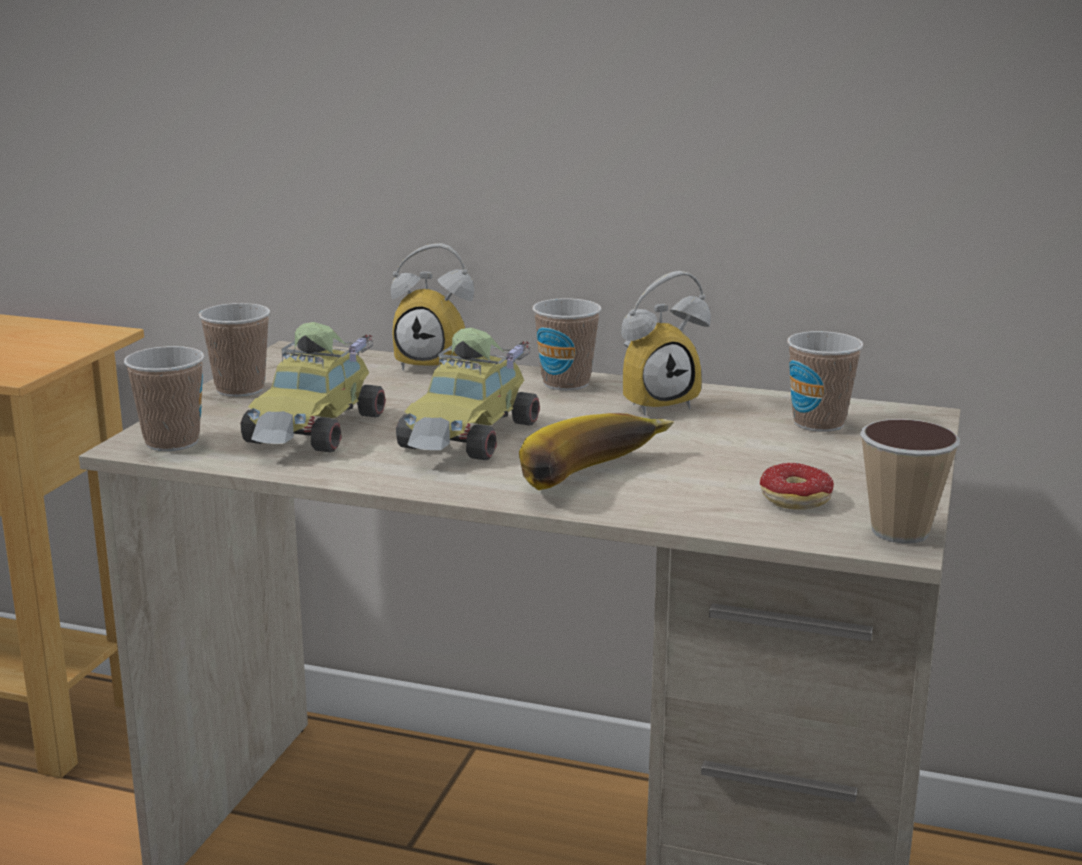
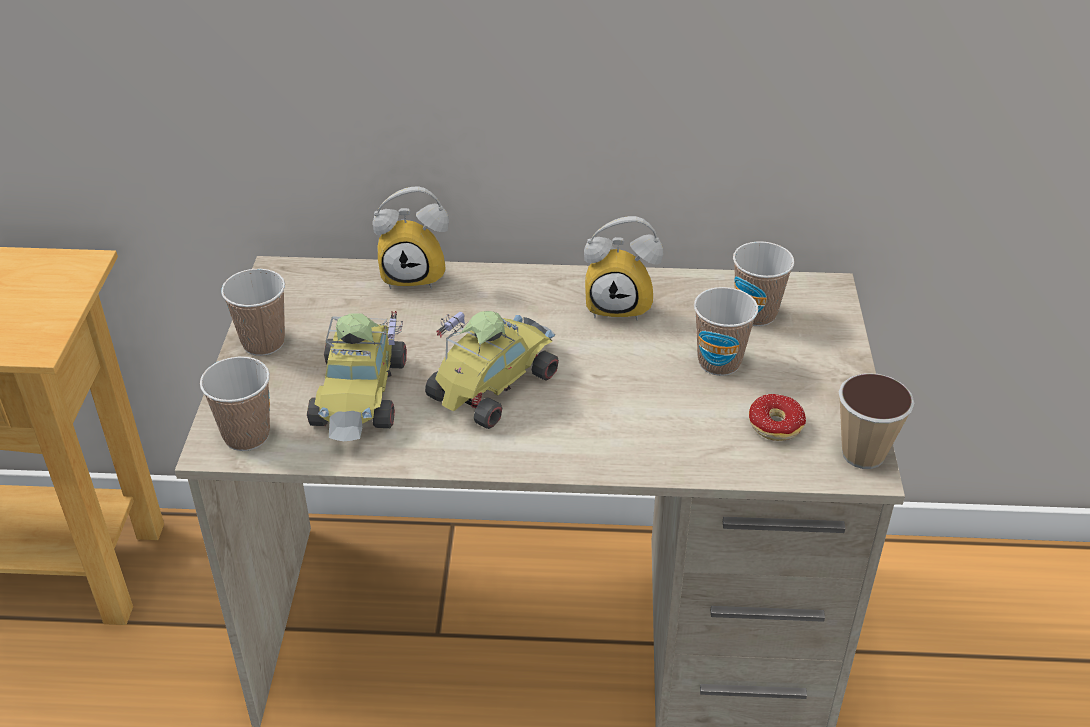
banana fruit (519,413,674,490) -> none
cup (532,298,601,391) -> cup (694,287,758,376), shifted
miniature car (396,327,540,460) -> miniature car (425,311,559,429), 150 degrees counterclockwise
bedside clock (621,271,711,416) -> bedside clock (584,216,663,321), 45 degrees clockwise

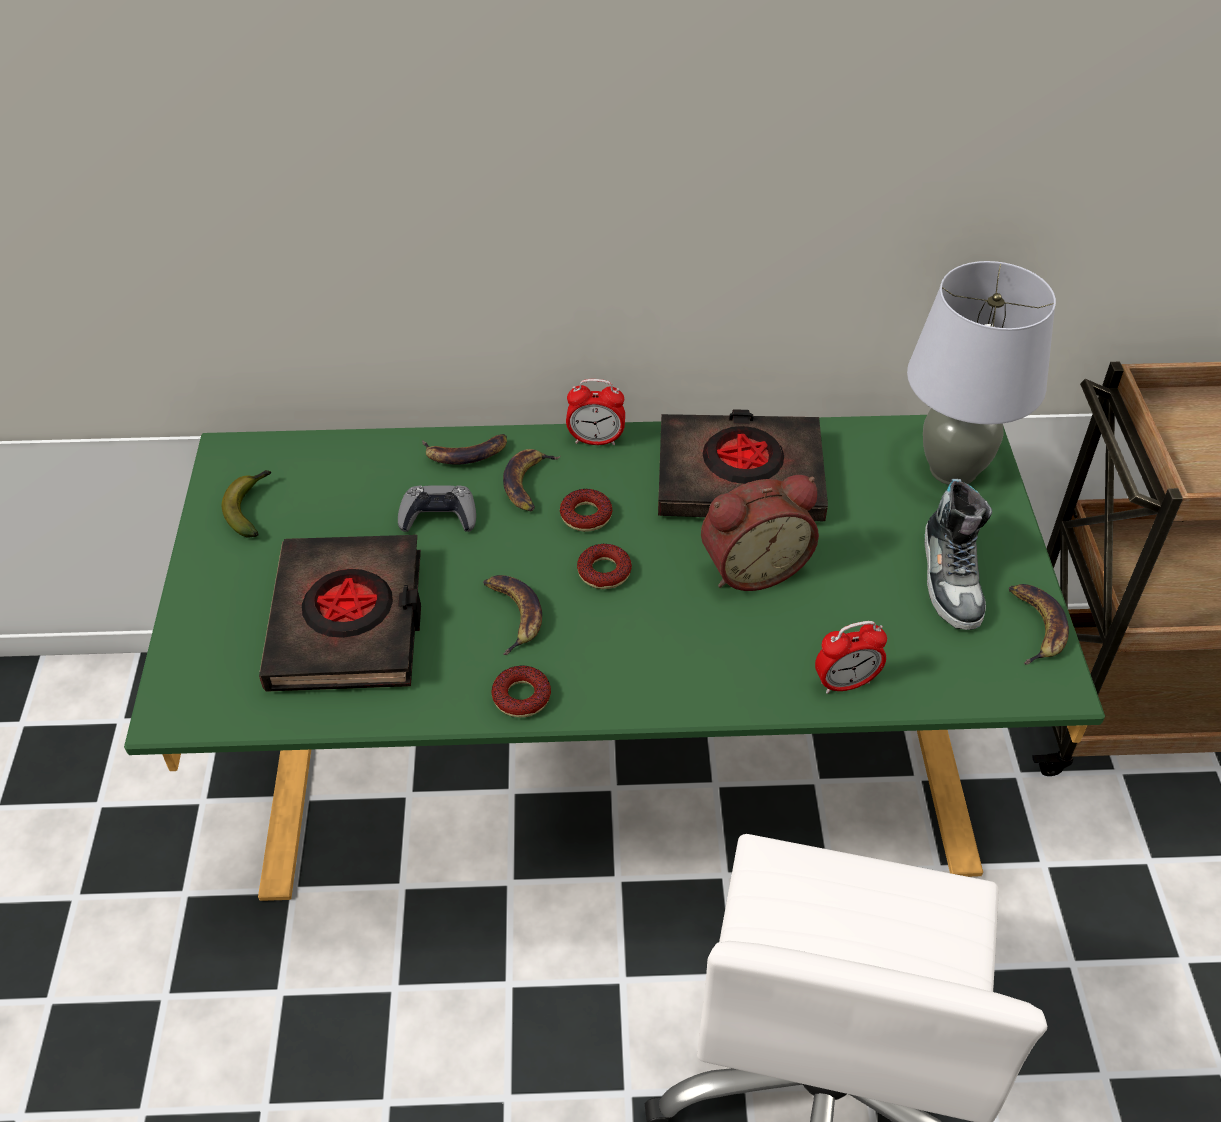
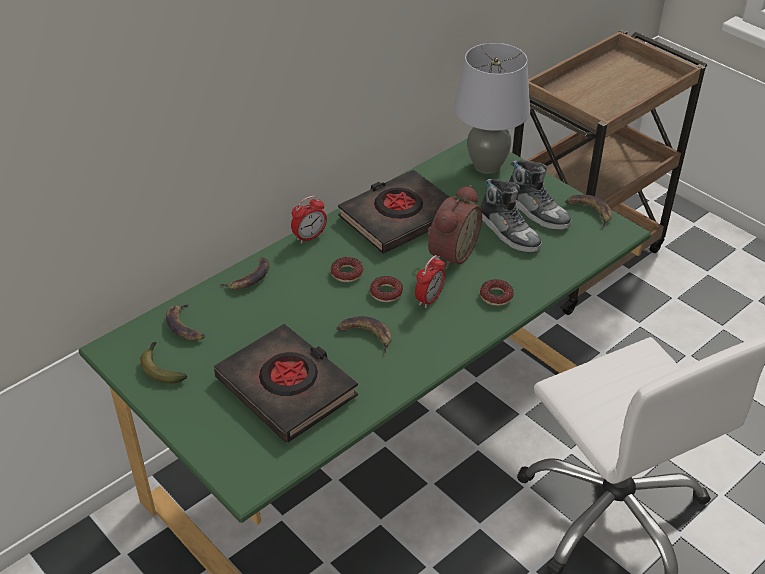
joypad (grey) (398,485,476,532) -> none
none -> item of footwear (480,179,542,253)
doughnut (491,665,551,718) -> doughnut (480,279,514,306), shifted
banana fruit (503,449,561,511) -> banana fruit (166,303,205,341), shifted
bedside clock (815,621,887,694) -> bedside clock (415,255,445,308), shifted

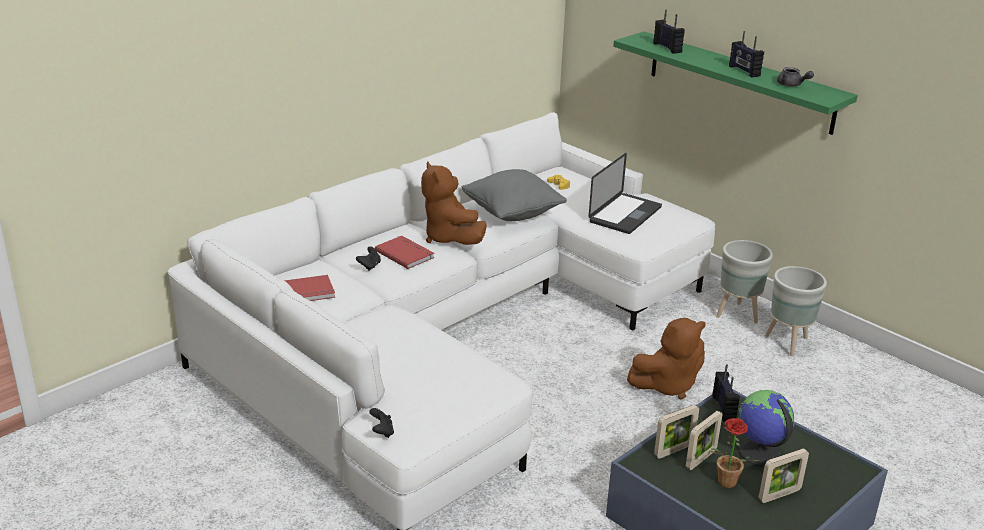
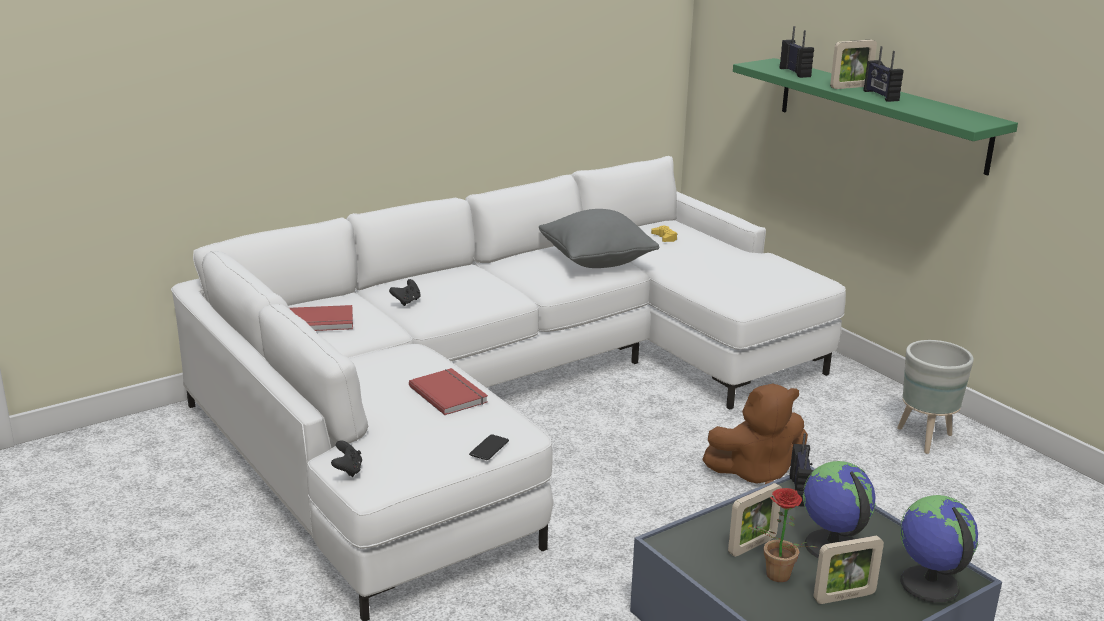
plush toy (brownish) (421,162,487,245) -> none
laptop (588,153,662,234) -> none
plant pot (grey) (716,240,773,324) -> none
pot for tea (grey) (777,67,814,87) -> none
none -> phone (469,435,509,460)
none -> world globe (900,495,979,603)
volume (red-coloured) (375,236,434,269) -> volume (red-coloured) (409,368,488,415), shifted
standing frame (654,405,699,459) -> standing frame (830,40,877,89), shifted

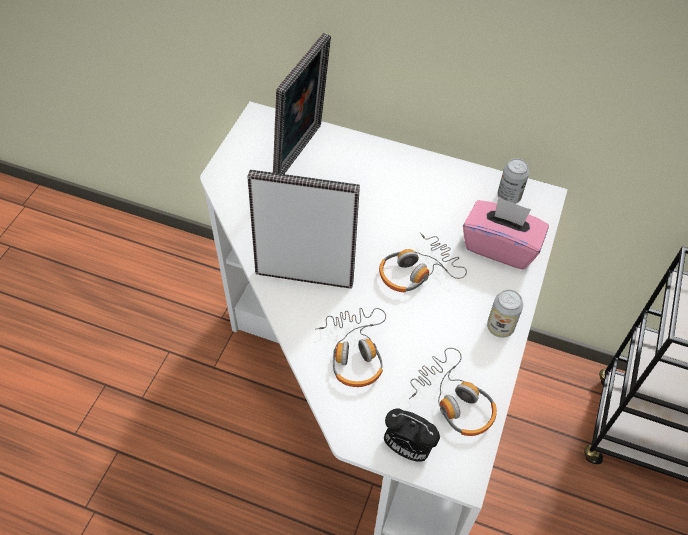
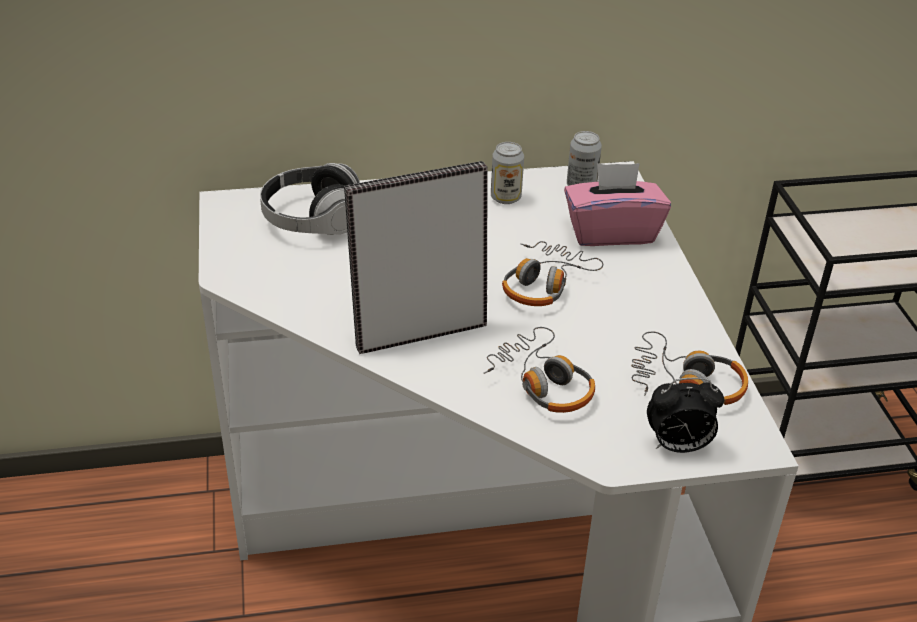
can (487,289,523,338) -> can (491,142,524,204), shifted
standing frame (273,33,331,174) -> pair of headphones (260,163,360,235)

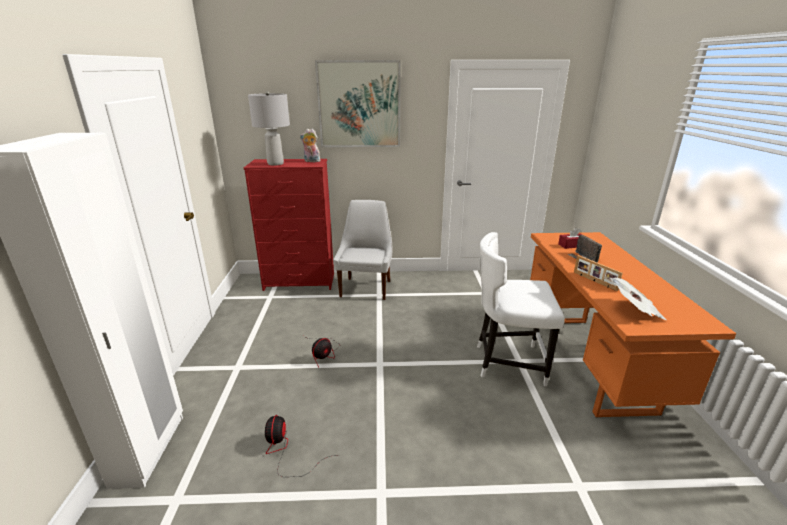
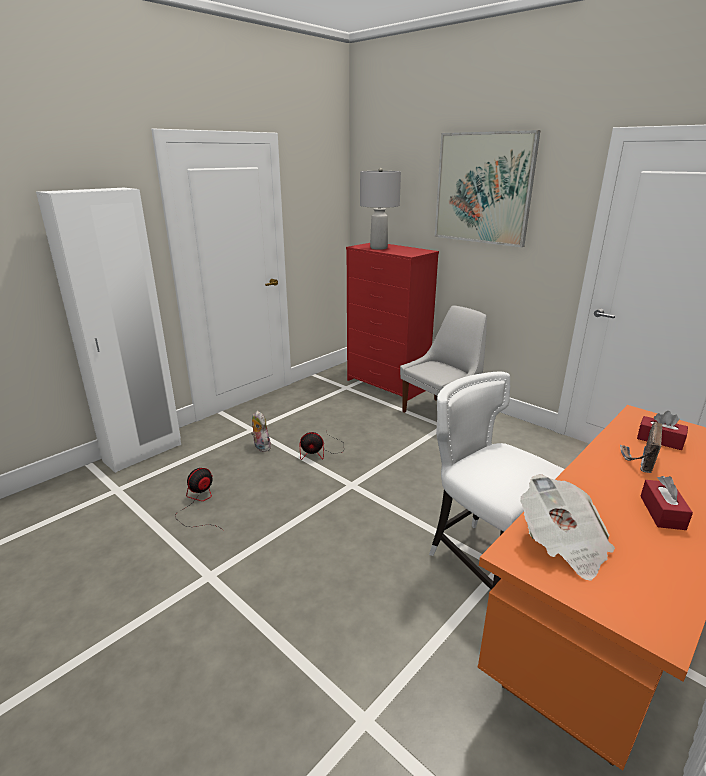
standing frame (574,255,623,291) -> none
none -> tissue holder (red-coloured) (640,476,693,530)
plush toy (300,129,321,163) -> plush toy (251,411,271,452), shifted

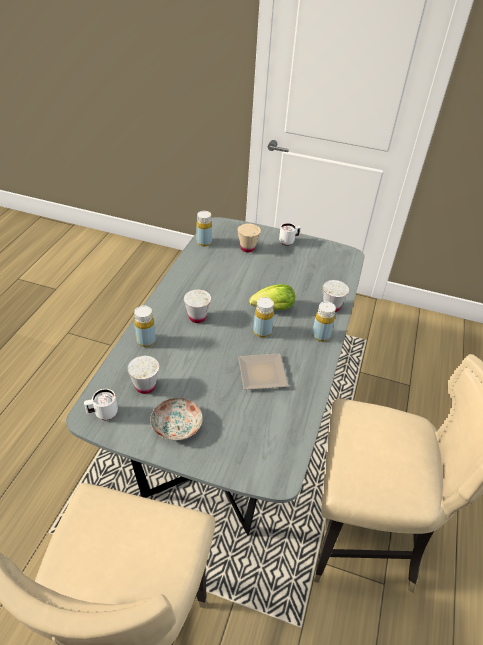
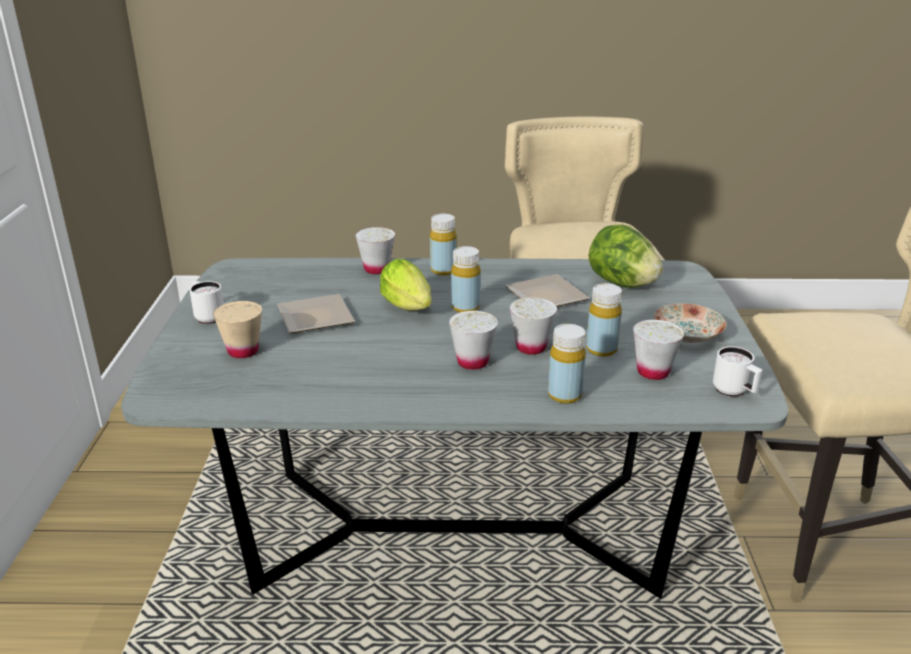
none -> dinner plate (277,294,355,333)
none -> cup (white-coloured) (510,298,557,355)
none -> lettuce head (589,225,663,288)
bottle (yellow) (196,211,212,246) -> bottle (yellow) (586,283,622,357), shifted

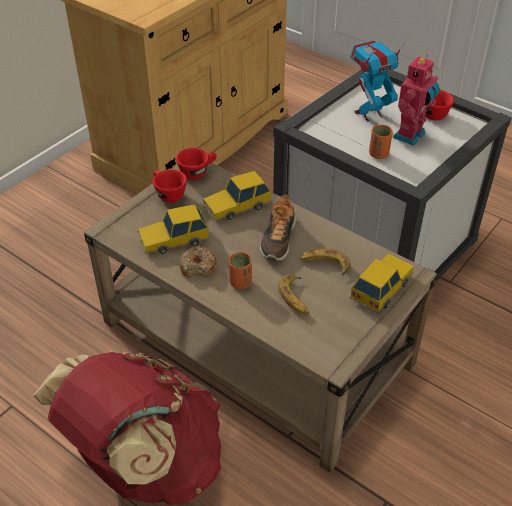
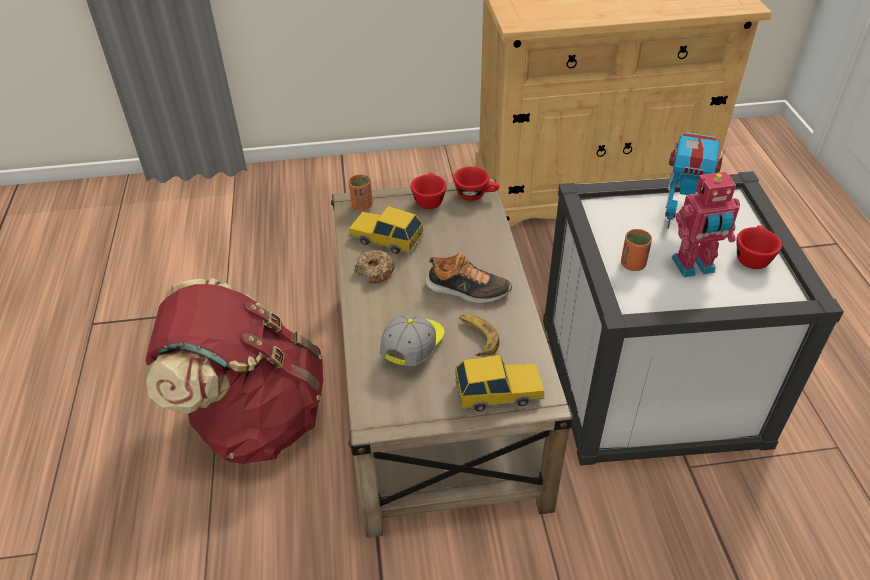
miniature car (203,171,272,221) -> none
cup (orange-coloured) (228,252,252,289) -> cup (orange-coloured) (349,174,373,210), shifted
banana fruit (278,275,309,315) -> peaked cap (380,314,445,366)
item of footwear (260,194,297,261) -> item of footwear (425,253,512,303), 135 degrees counterclockwise

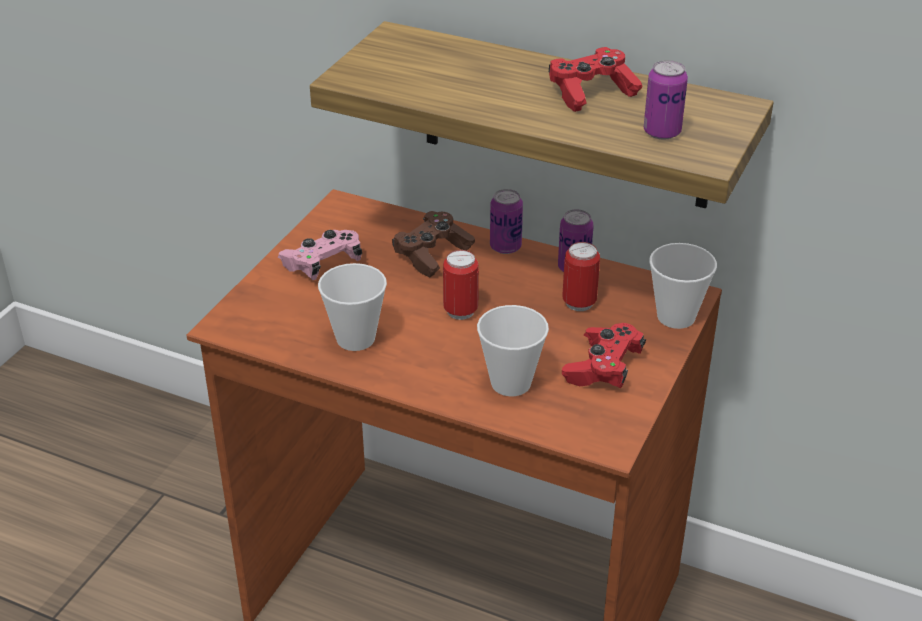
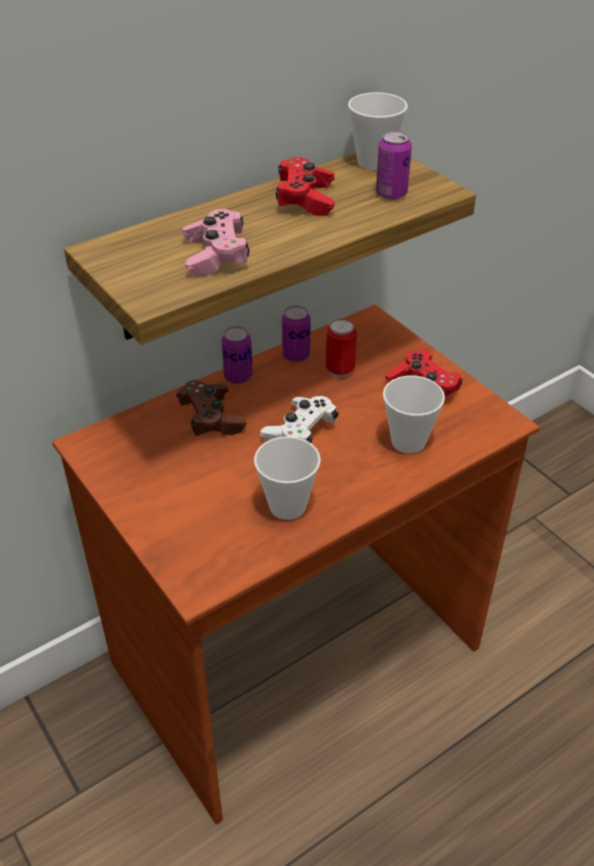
joypad (pink) (278,230,362,280) -> joypad (pink) (182,209,250,277), shifted
cup (649,243,717,329) -> cup (348,92,408,170), shifted
can (443,250,479,320) -> joypad (white-coloured) (260,396,339,443)

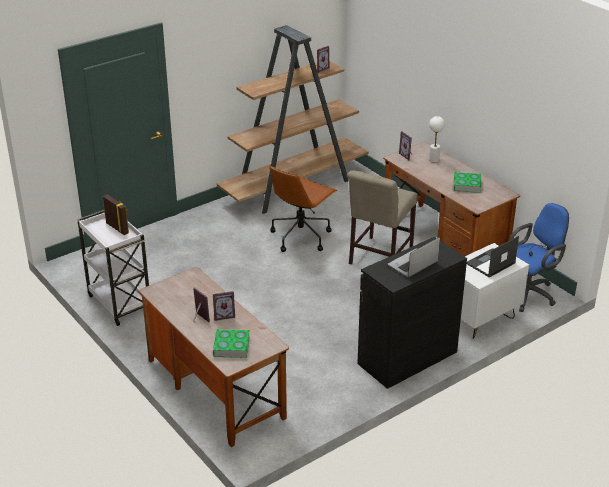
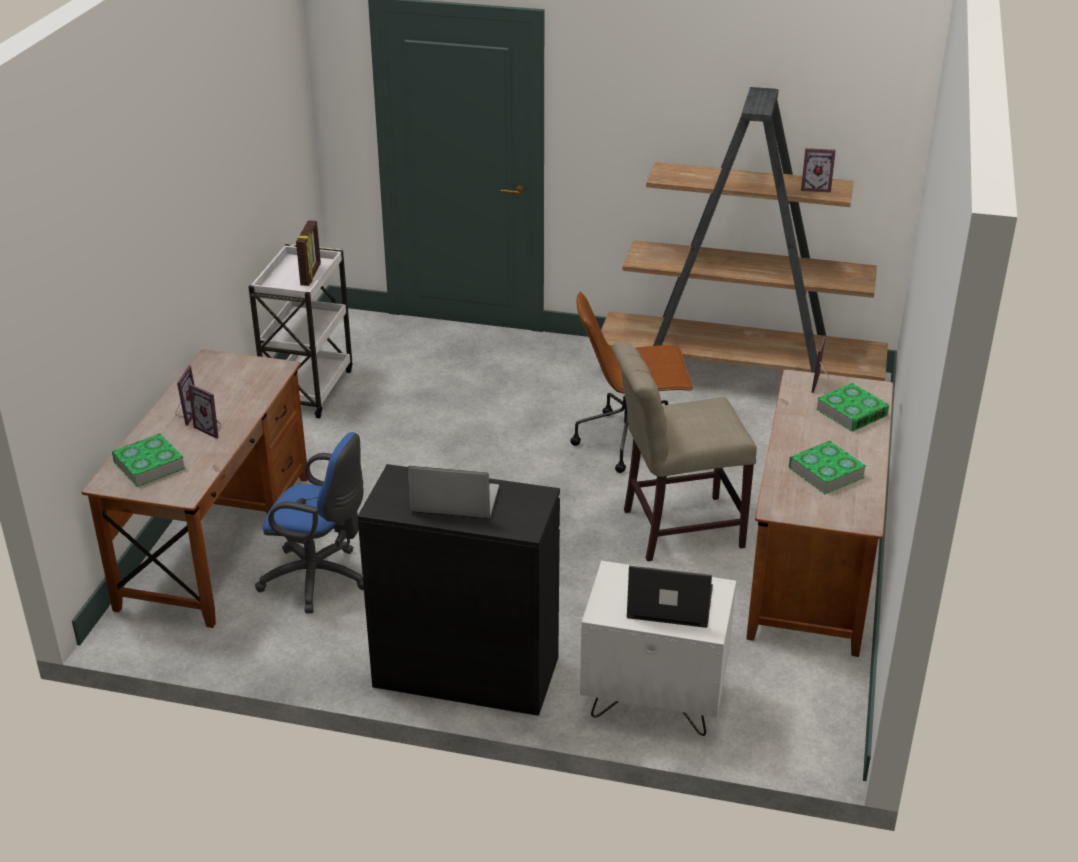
office chair (blue) (509,203,569,312) -> office chair (blue) (255,432,364,613), shifted
tabletop lamp (white-coloured) (429,116,445,163) -> volume (816,383,889,432)

